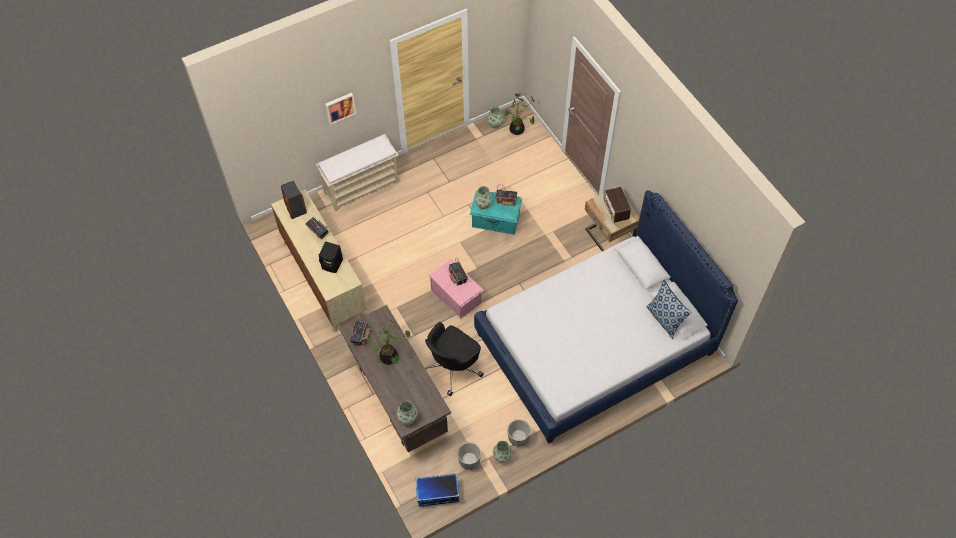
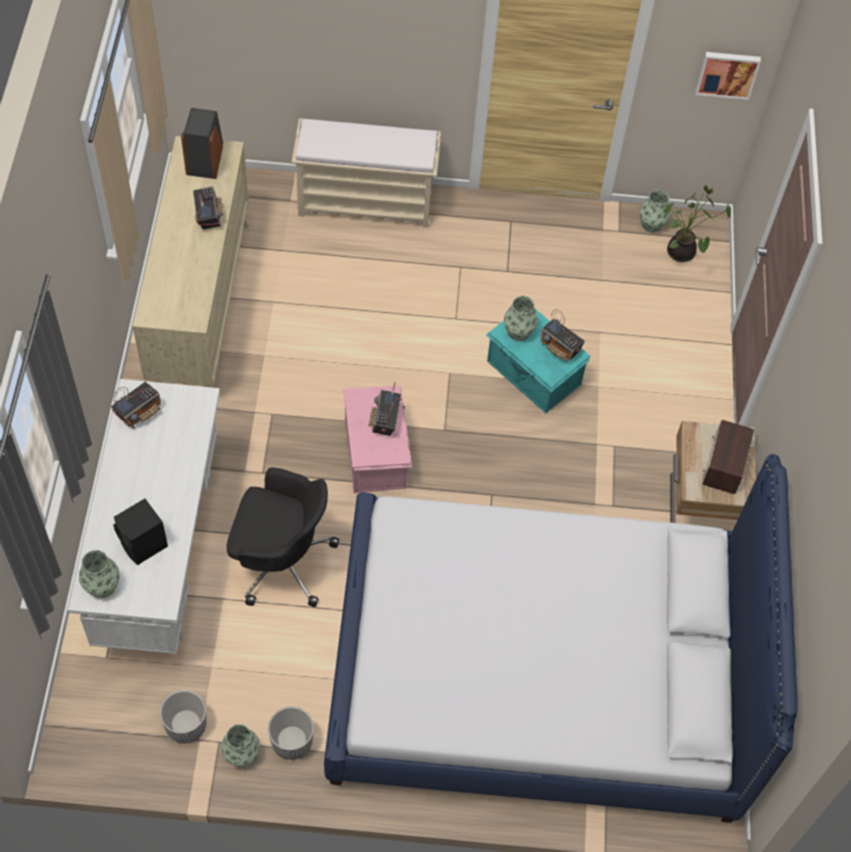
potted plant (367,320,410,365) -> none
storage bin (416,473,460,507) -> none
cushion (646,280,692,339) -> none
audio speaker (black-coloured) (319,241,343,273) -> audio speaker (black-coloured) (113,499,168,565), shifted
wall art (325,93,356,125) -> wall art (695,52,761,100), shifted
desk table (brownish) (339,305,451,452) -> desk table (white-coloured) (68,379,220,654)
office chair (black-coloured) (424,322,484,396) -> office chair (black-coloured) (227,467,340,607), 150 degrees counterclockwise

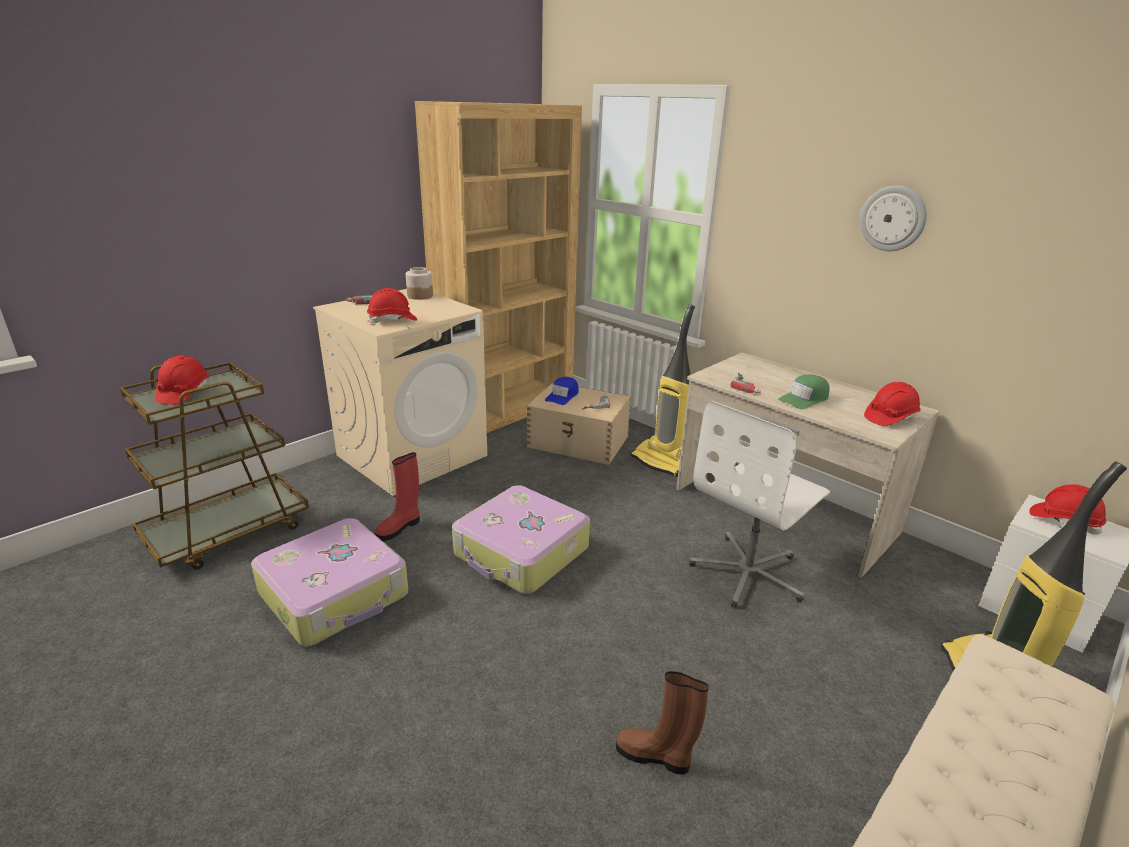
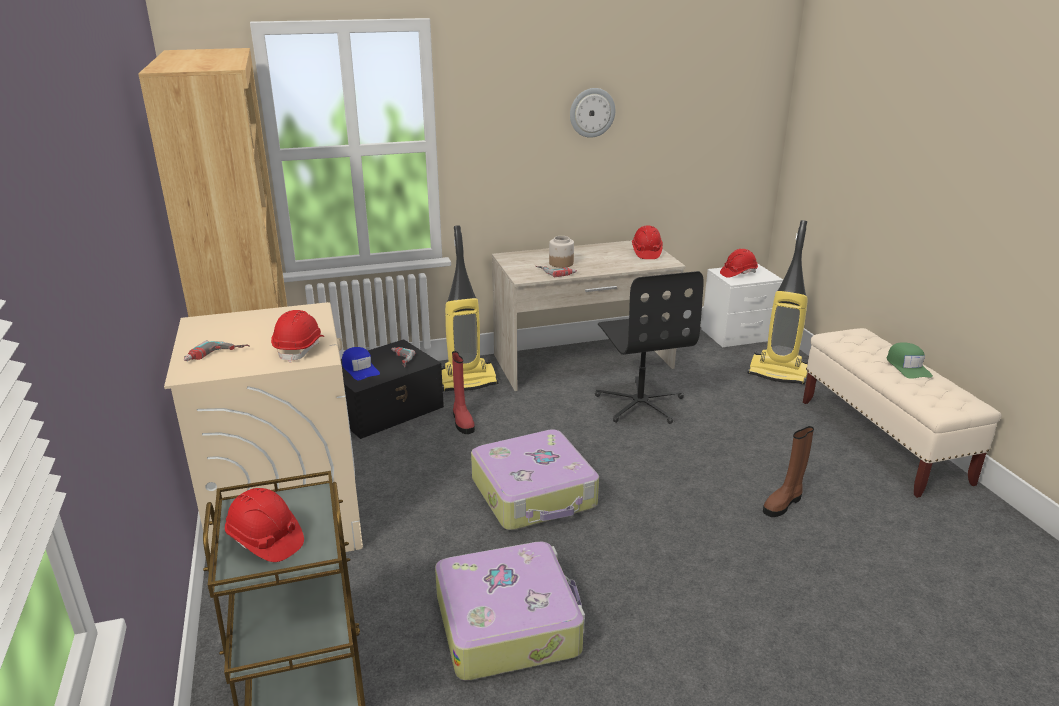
boot (red-coloured) (375,452,420,541) -> boot (red-coloured) (452,351,475,434), shifted
storage jar (406,267,433,300) -> storage jar (549,236,574,268), shifted
peaked cap (greenish) (778,375,829,409) -> peaked cap (greenish) (887,342,933,379), shifted
storage bin (beige) (527,382,631,465) -> storage bin (black-coloured) (341,339,444,439)
office chair (white-coloured) (689,401,830,608) -> office chair (black-coloured) (595,271,704,424)

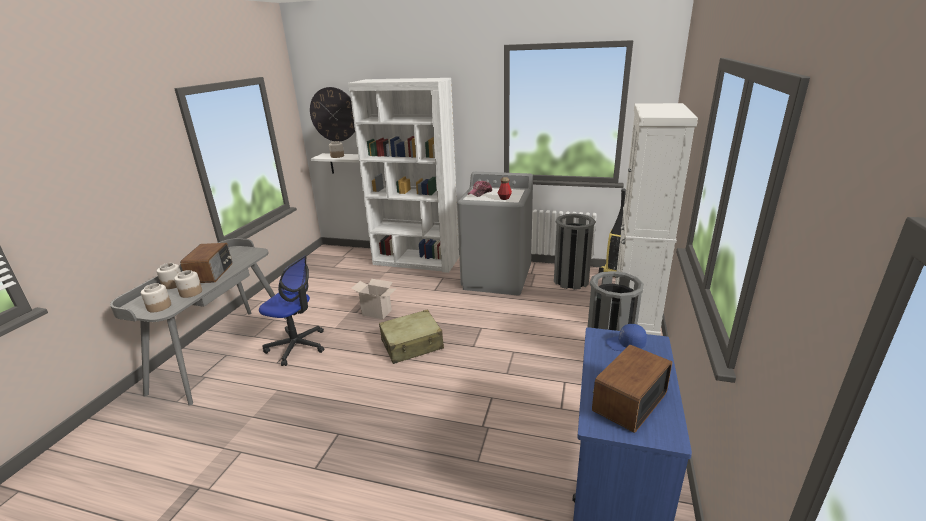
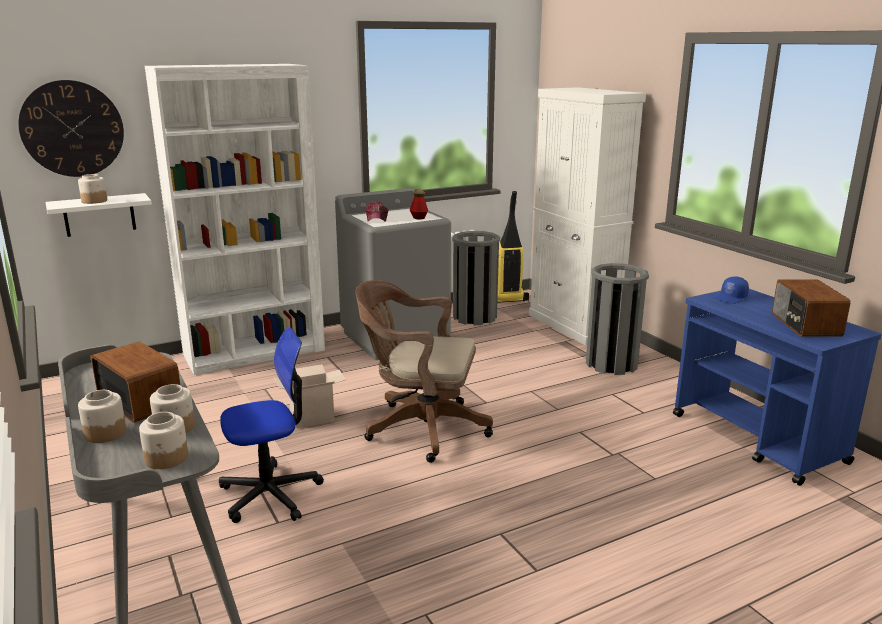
piece of luggage (beige) (379,309,444,364) -> office chair (brownish) (356,280,493,463)

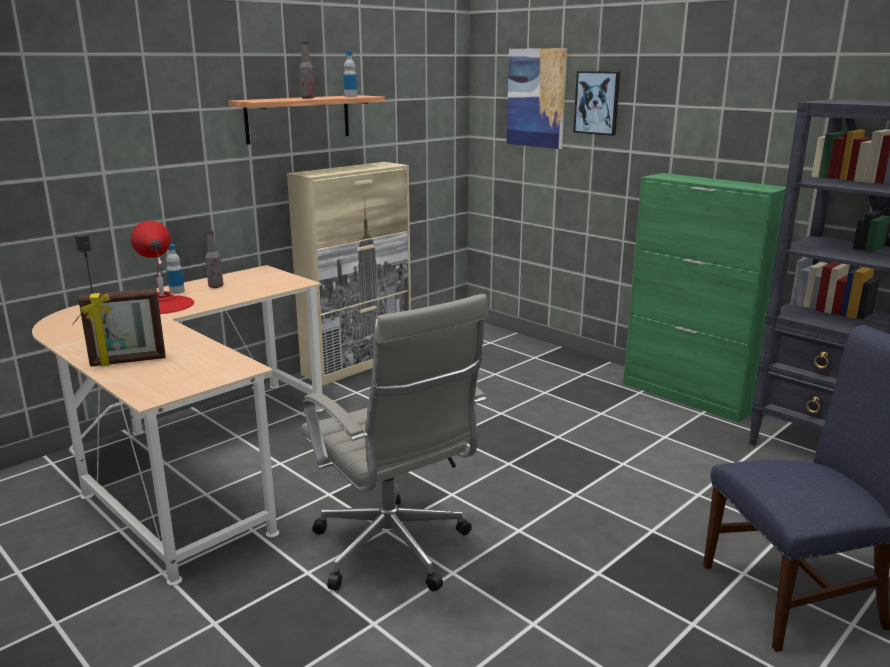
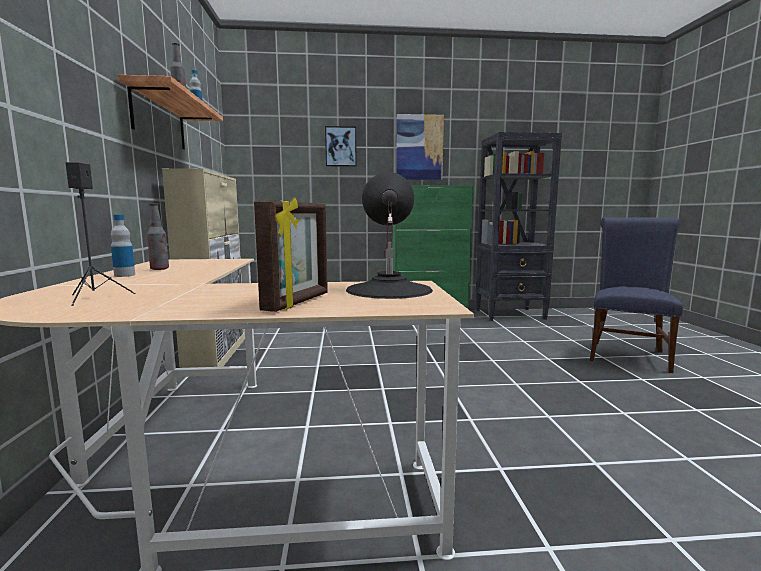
tabletop lamp (red-coloured) (131,221,194,314) -> none
office chair (grey) (301,294,488,591) -> none
none -> tabletop lamp (black-coloured) (346,172,433,299)
wall art (506,48,567,149) -> wall art (396,114,444,180), shifted

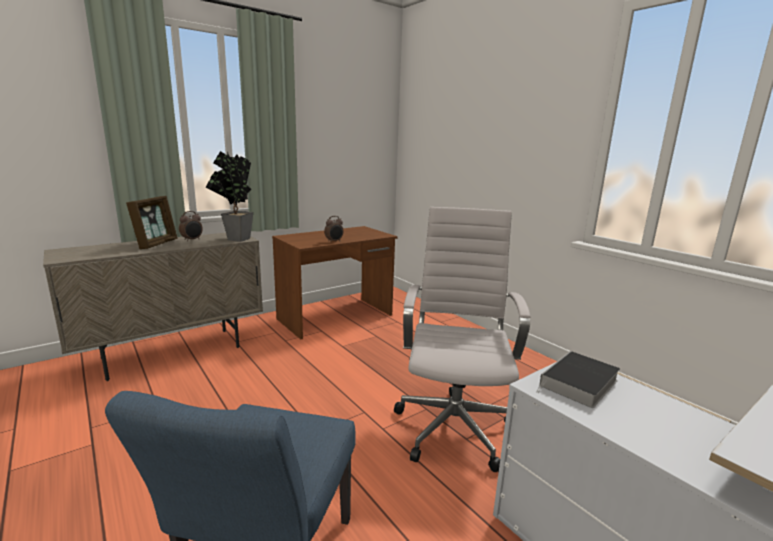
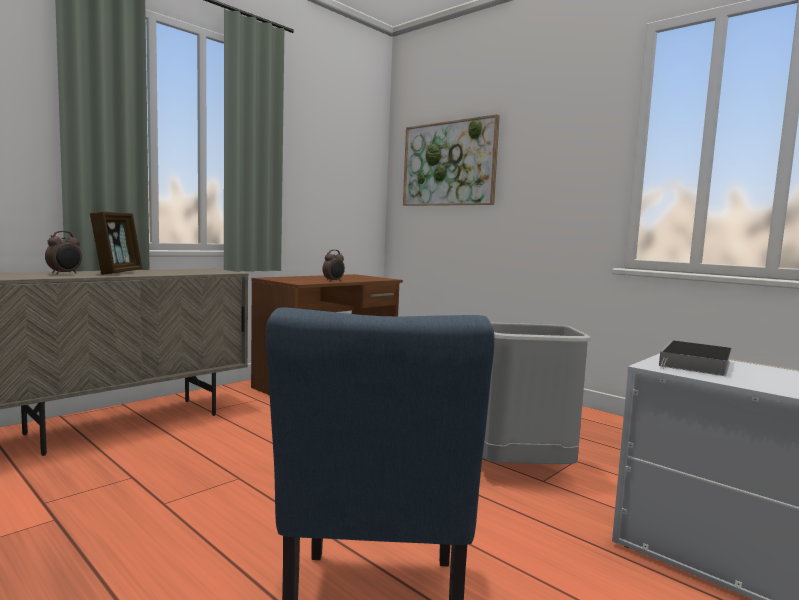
potted plant (206,151,253,242) -> none
none -> wall art (403,114,500,206)
bedside clock (179,211,203,242) -> bedside clock (45,231,82,274), shifted
office chair (white-coloured) (394,207,530,472) -> trash can (grey) (483,323,591,464)

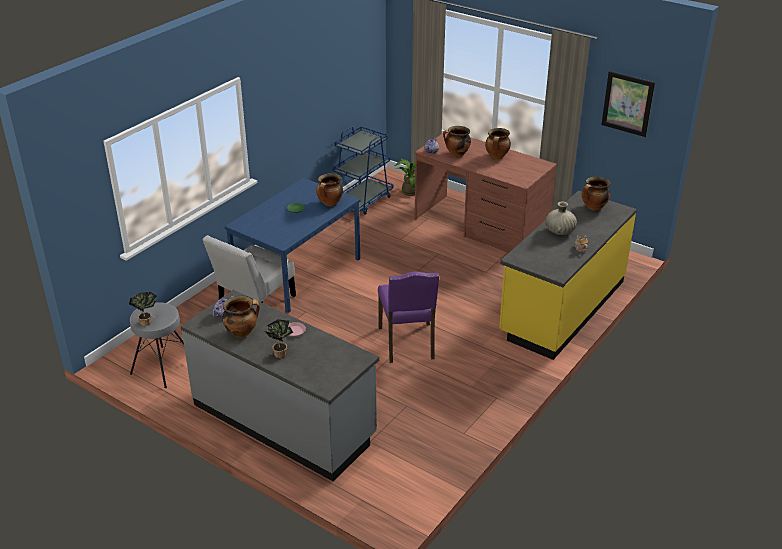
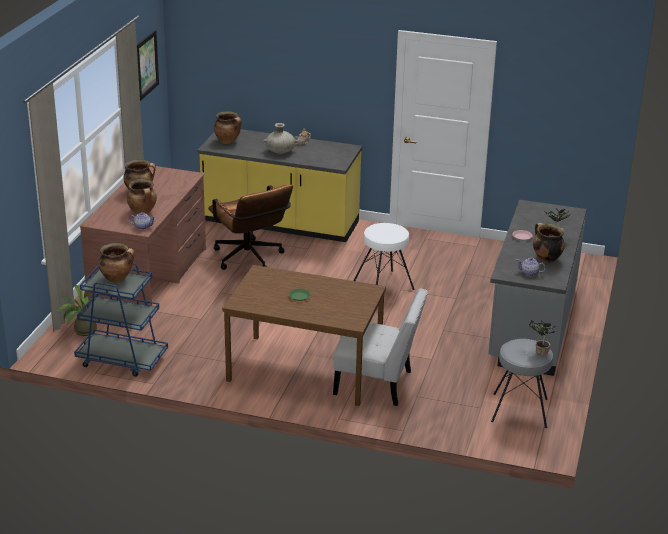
none -> office chair (brownish) (208,185,293,270)
cooking pot (316,173,343,206) -> cooking pot (99,243,135,283), shifted
chair (purplish) (378,272,439,363) -> stool (white-coloured) (353,223,415,290)
dinner table (blue) (225,178,361,313) -> dinner table (brownish) (222,265,386,406)

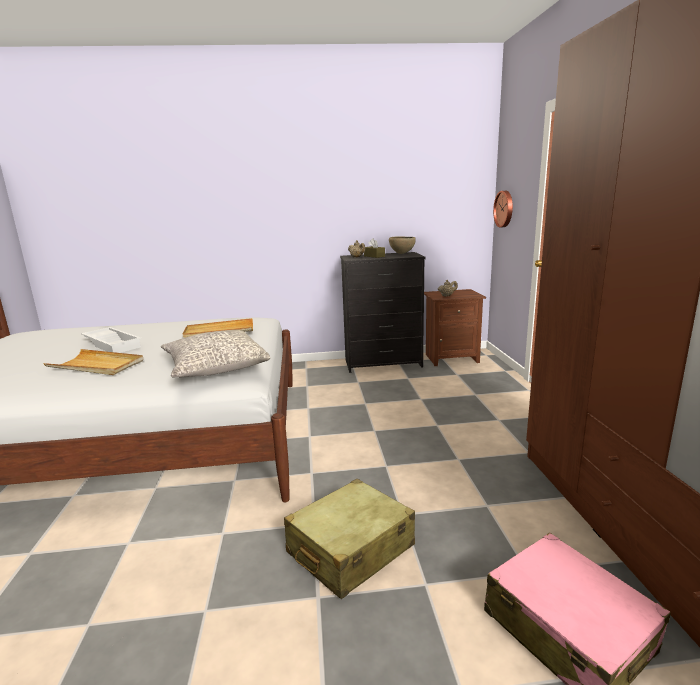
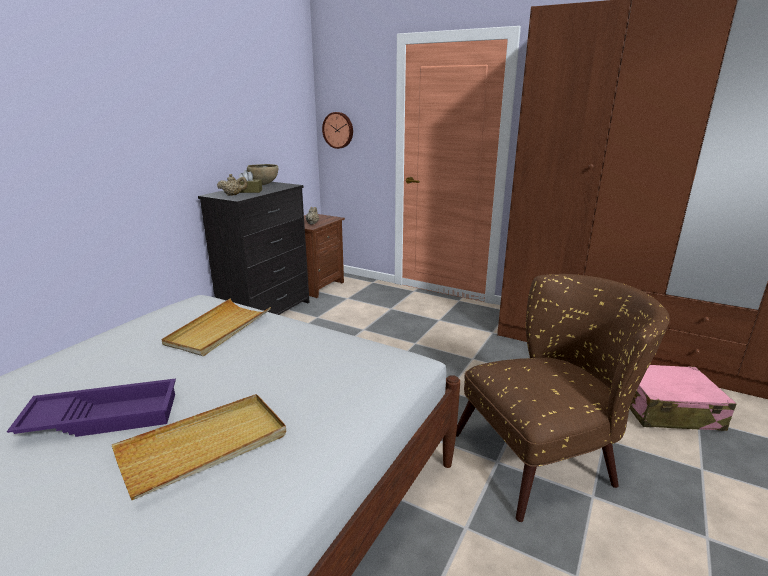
cushion (grey) (161,330,270,378) -> none
piece of luggage (beige) (284,479,415,599) -> lounge chair (brownish) (456,274,670,522)
carrying tray (white-coloured) (81,327,141,353) -> carrying tray (purplish) (7,378,176,437)

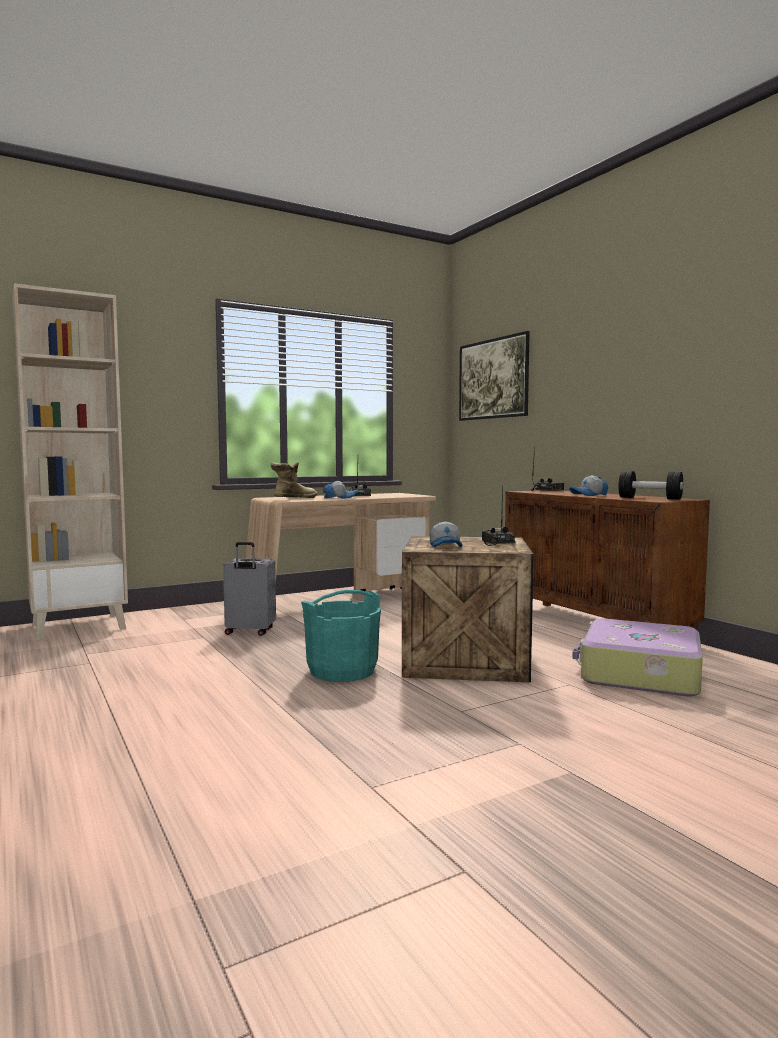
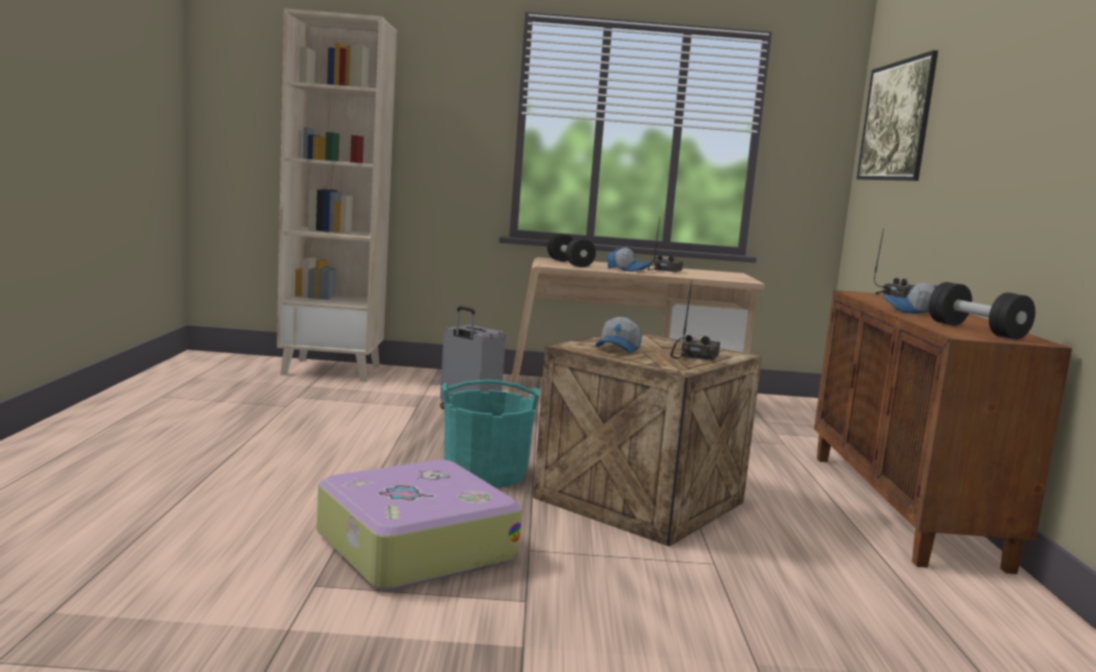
piece of luggage (572,618,703,697) -> piece of luggage (317,460,522,590), shifted
boot (271,462,317,498) -> dumbbell (black-coloured) (547,234,596,267)

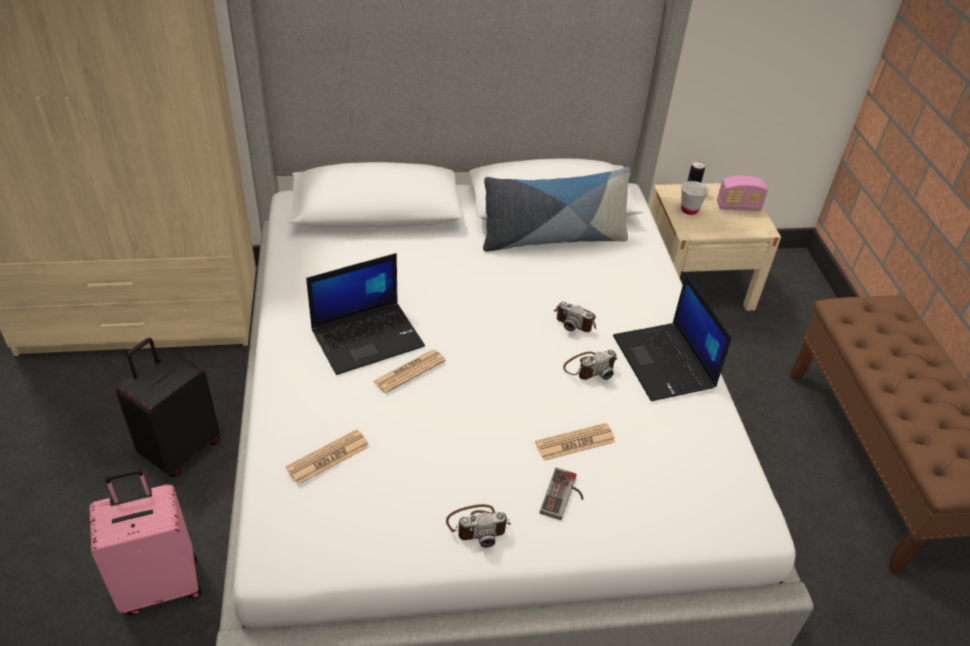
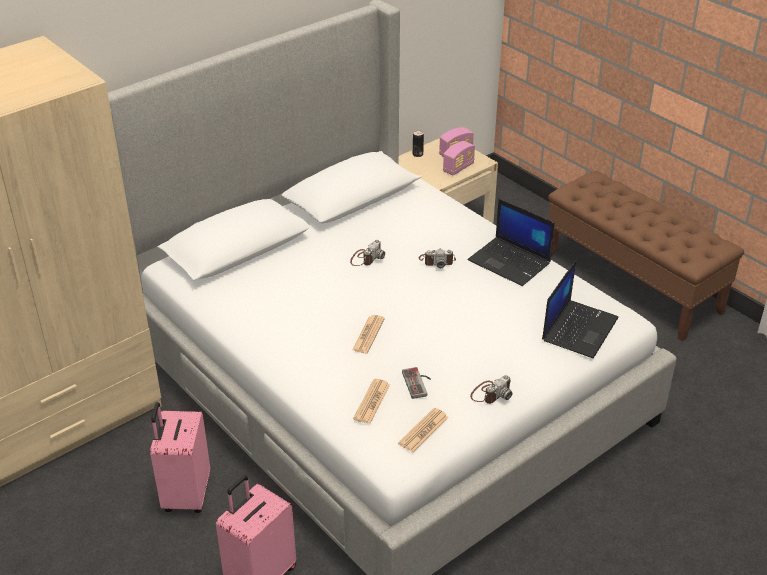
cushion (483,167,631,252) -> none
cup (white-coloured) (681,181,709,215) -> none
none -> radio set (443,141,475,176)
laptop (306,253,425,375) -> laptop (542,260,618,358), shifted
newspaper (535,423,615,461) -> newspaper (398,408,449,452), shifted
joypad (540,468,583,520) -> joypad (402,367,431,399), shifted
photo camera (563,350,617,380) -> photo camera (350,240,385,266), shifted
piece of luggage (black-coloured) (116,338,221,478) -> piece of luggage (pink) (150,402,210,513)

